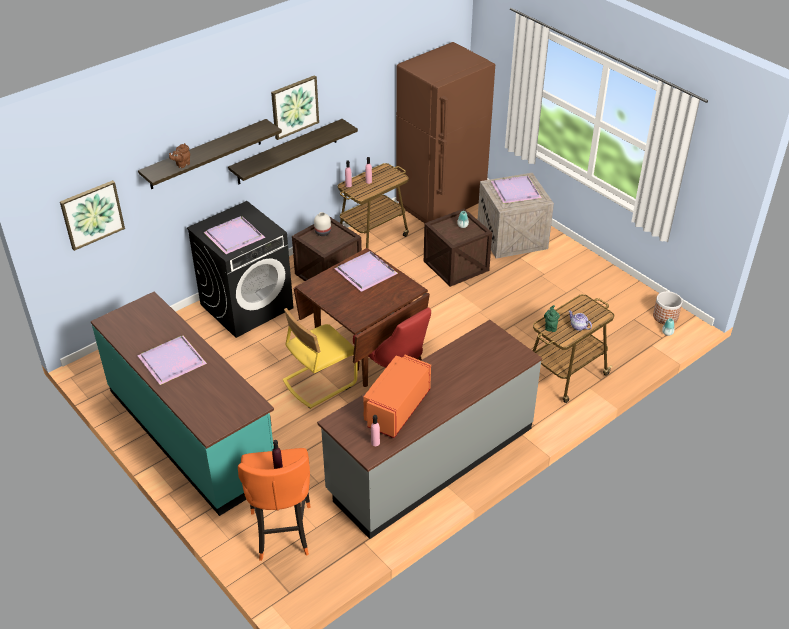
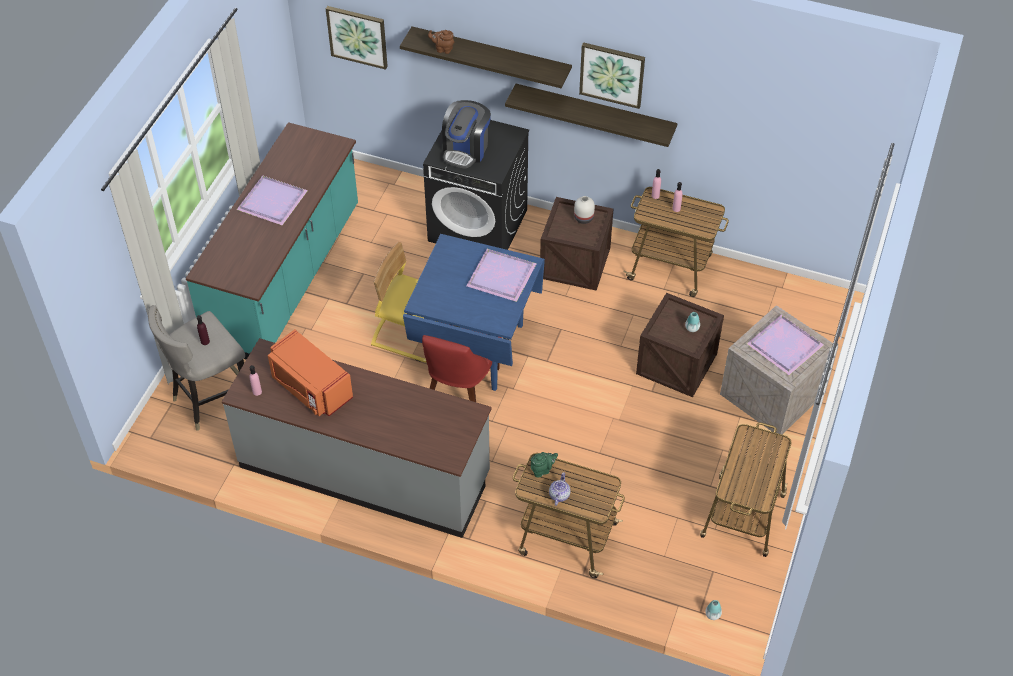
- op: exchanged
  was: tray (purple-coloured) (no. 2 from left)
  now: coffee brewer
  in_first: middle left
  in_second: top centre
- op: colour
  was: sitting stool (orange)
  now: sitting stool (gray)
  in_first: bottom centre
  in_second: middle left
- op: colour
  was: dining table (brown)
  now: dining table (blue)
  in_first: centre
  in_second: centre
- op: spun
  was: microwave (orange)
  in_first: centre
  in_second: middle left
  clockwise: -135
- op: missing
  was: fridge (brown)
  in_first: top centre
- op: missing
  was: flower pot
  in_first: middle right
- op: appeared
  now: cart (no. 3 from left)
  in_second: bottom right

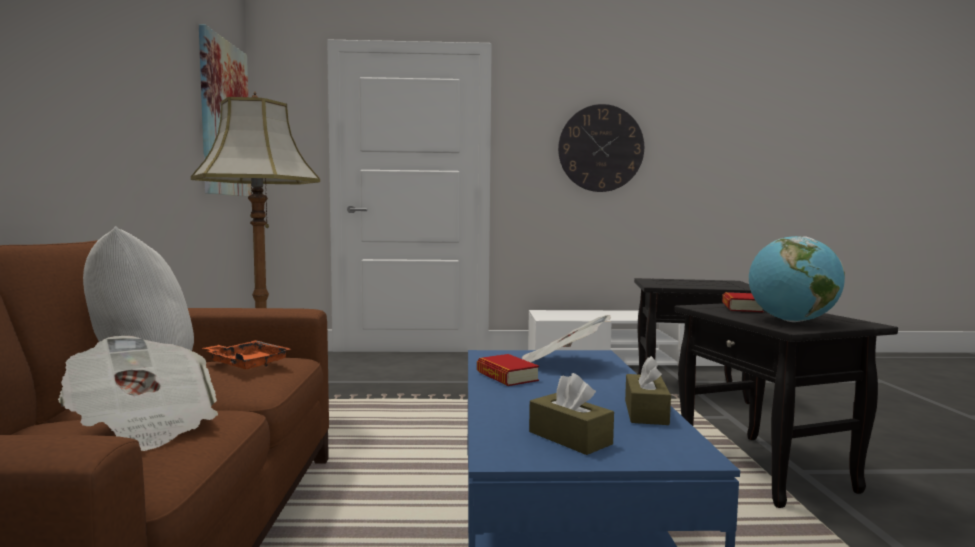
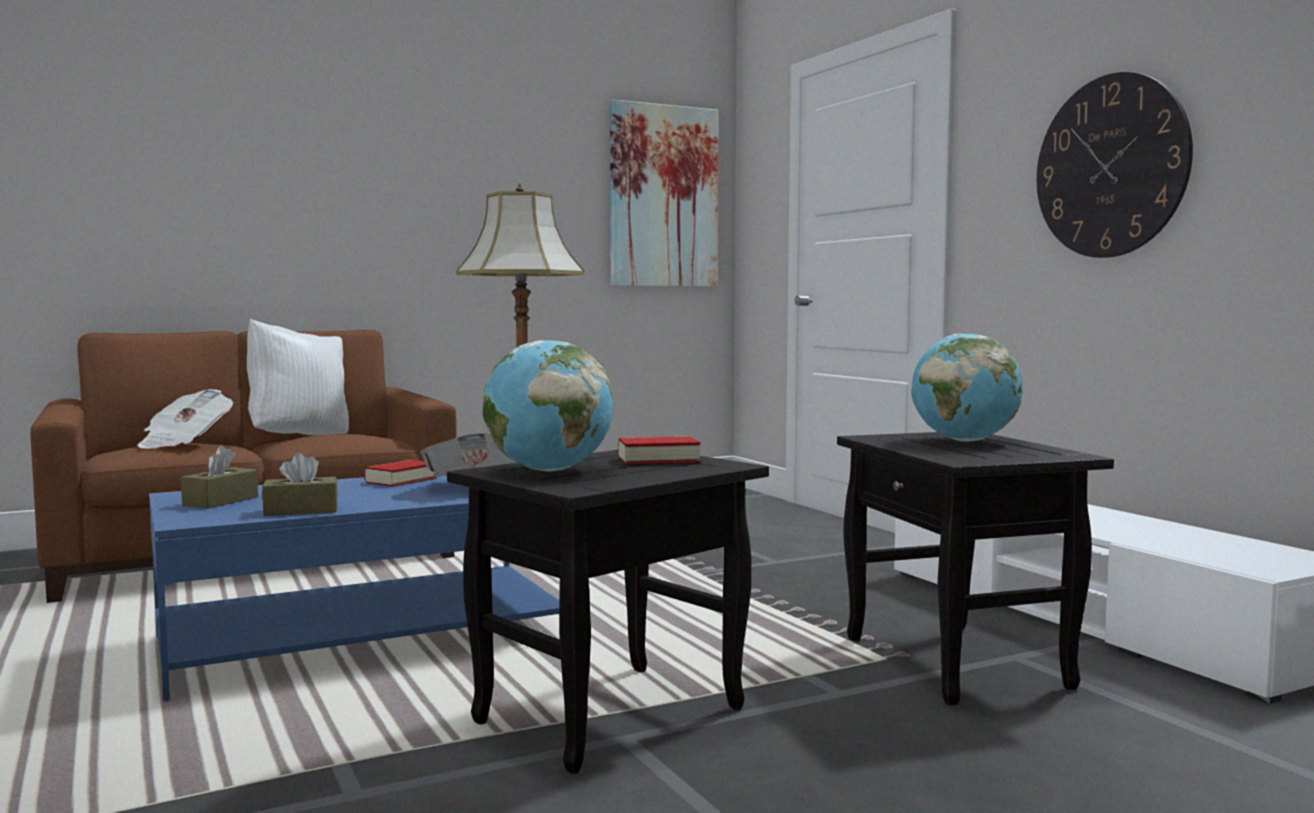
- op: missing
  was: tray (orange)
  in_first: middle left
- op: appeared
  now: globe (no. 2 from left)
  in_second: middle right

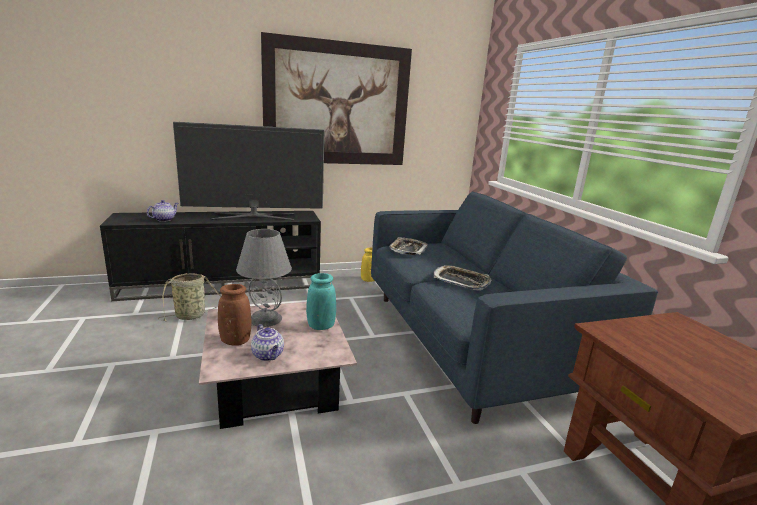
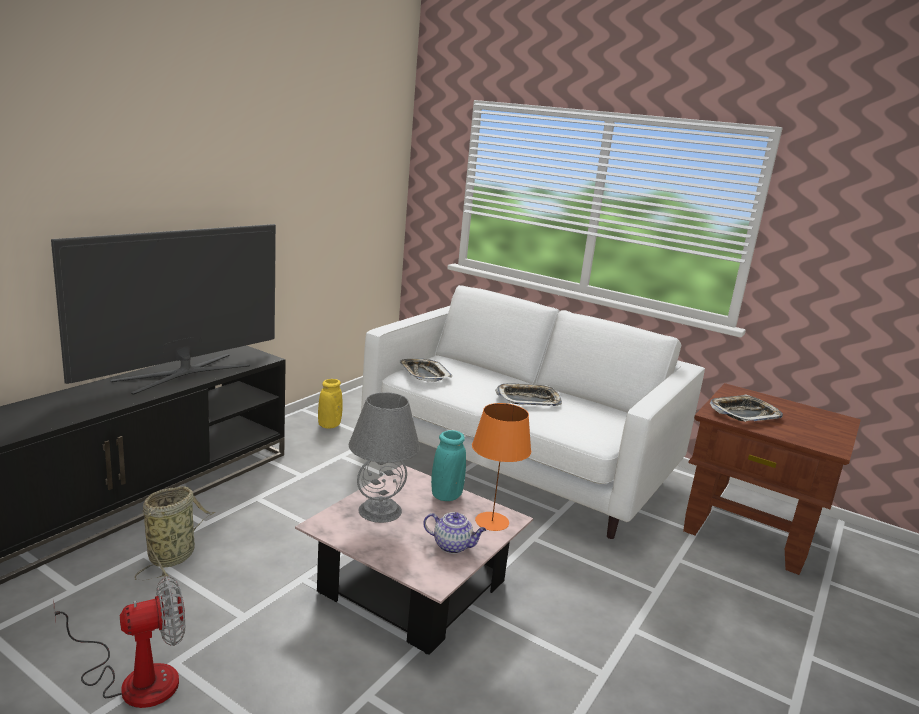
- op: missing
  was: pot for tea (no. 1 from left)
  in_first: middle left
- op: missing
  was: decorative vase (brown)
  in_first: middle left
- op: missing
  was: wall picture
  in_first: top centre
- op: colour
  was: settee (blue)
  now: settee (white-coloured)
  in_first: middle right
  in_second: centre
- op: appeared
  now: electric fan
  in_second: bottom left
- op: appeared
  now: table lamp (orange)
  in_second: centre
- op: appeared
  now: tray (no. 3 from left)
  in_second: middle right

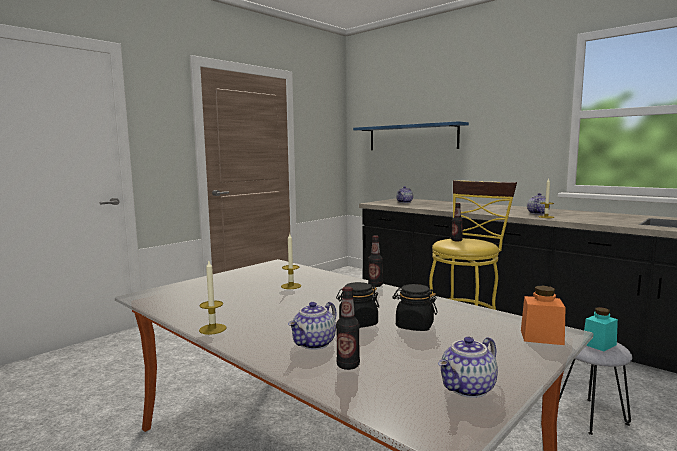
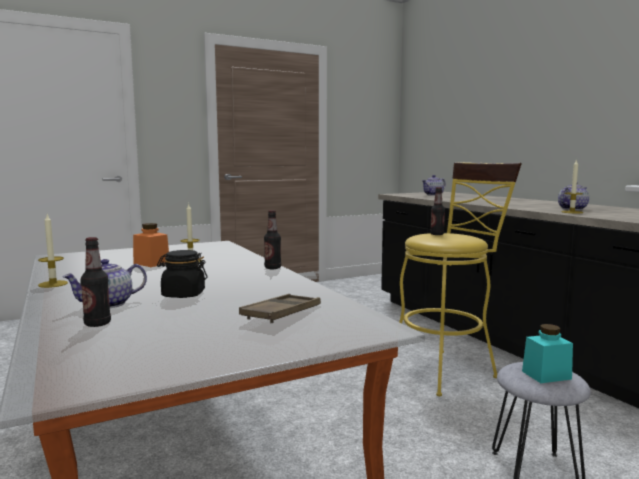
- op: missing
  was: shelf (blue)
  in_first: top centre
- op: missing
  was: jar (blackish) (no. 2 from left)
  in_first: bottom centre
- op: missing
  was: pot for tea (no. 3 from left)
  in_first: bottom right
- op: relocated
  was: jar (orange)
  in_first: bottom right
  in_second: middle left
- op: appeared
  now: tray (brown)
  in_second: centre

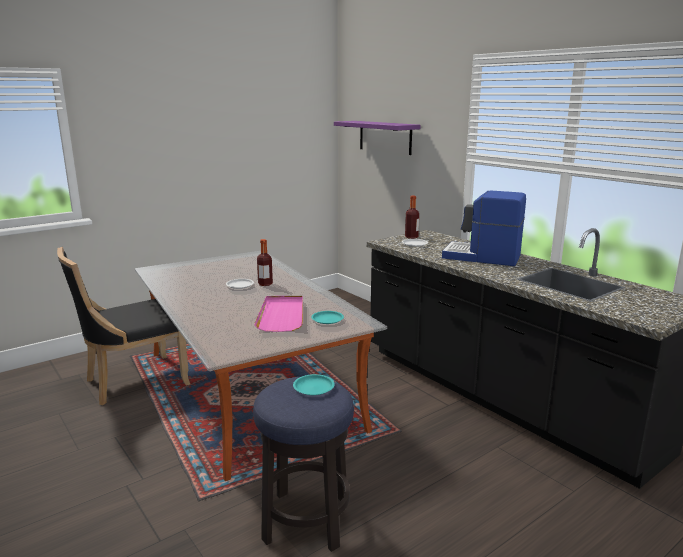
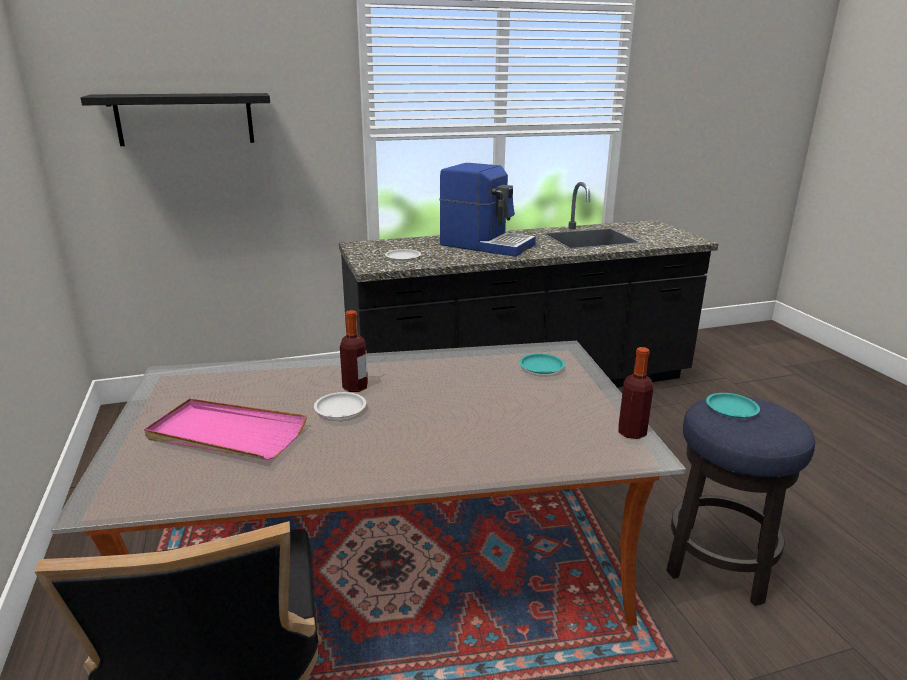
- op: relocated
  was: tray (pink-coloured)
  in_first: centre
  in_second: middle left
- op: colour
  was: shelf (purple-coloured)
  now: shelf (blackish)
  in_first: top centre
  in_second: top left
- op: relocated
  was: beverage bottle (no. 2 from left)
  in_first: centre
  in_second: middle right
- op: spun
  was: coffee brewer
  in_first: middle right
  in_second: top centre
  clockwise: -105

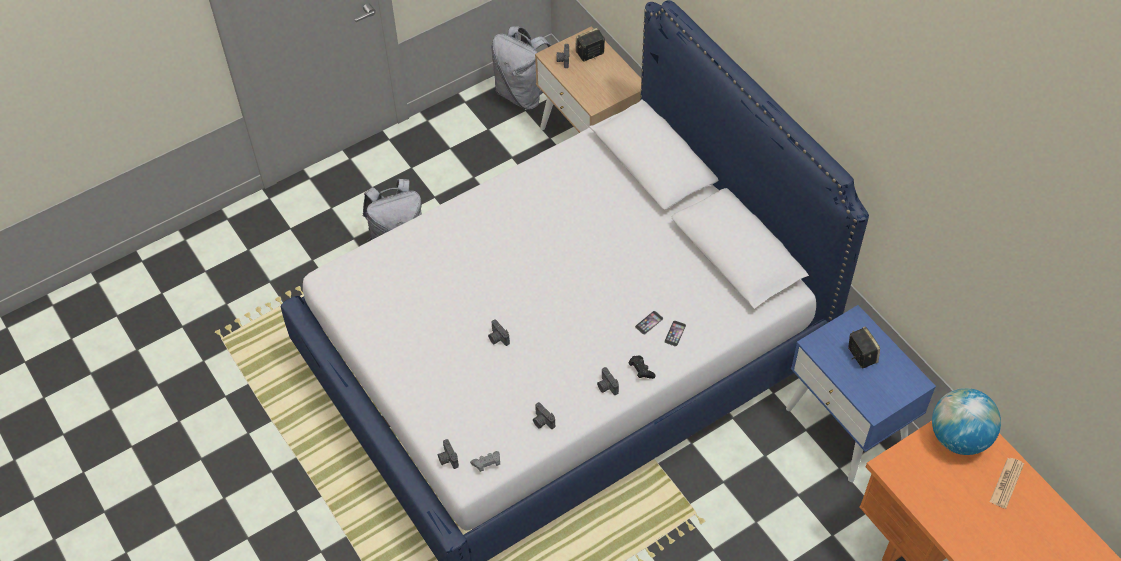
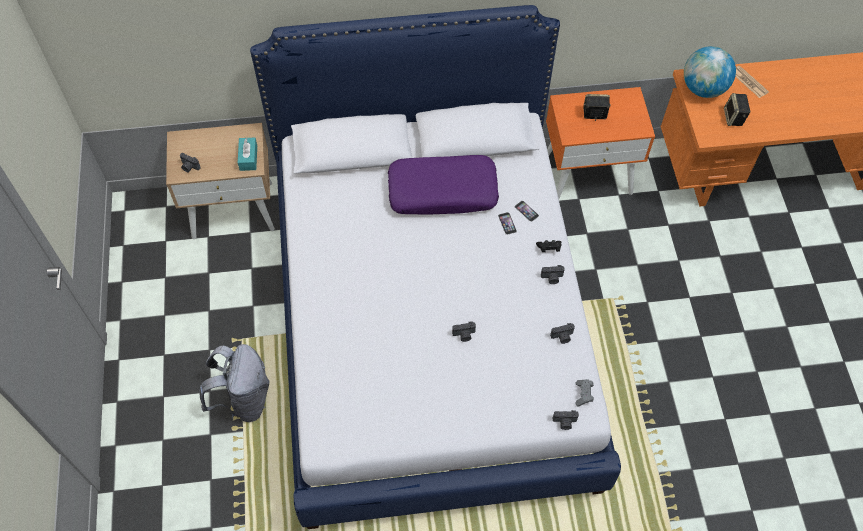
- op: missing
  was: rucksack (gray) (no. 2 from left)
  in_first: top centre
- op: relocated
  was: speaker (no. 1 from left in the first image)
  now: speaker (no. 2 from left)
  in_first: top centre
  in_second: top right
- op: colour
  was: night table (blue)
  now: night table (orange)
  in_first: bottom right
  in_second: top right
- op: appeared
  now: tissue holder (blue-green)
  in_second: top left
- op: appeared
  now: pillow (purple-coloured)
  in_second: centre

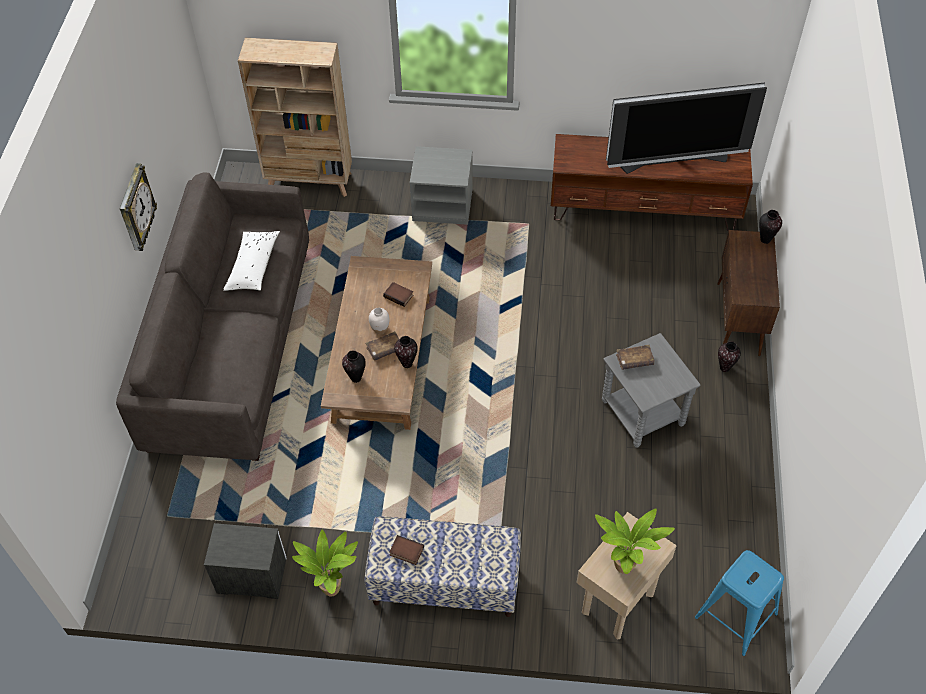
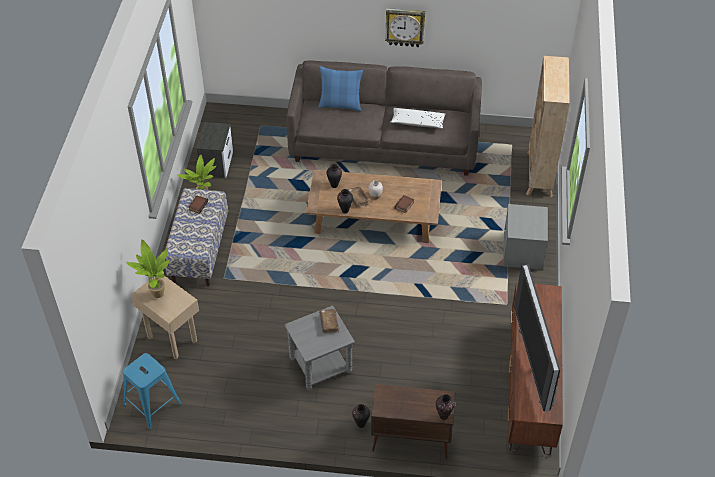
- op: appeared
  now: pillow (blue)
  in_second: top centre

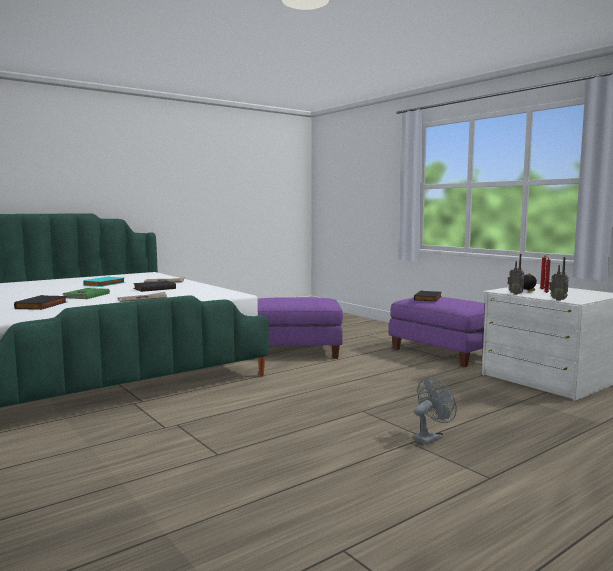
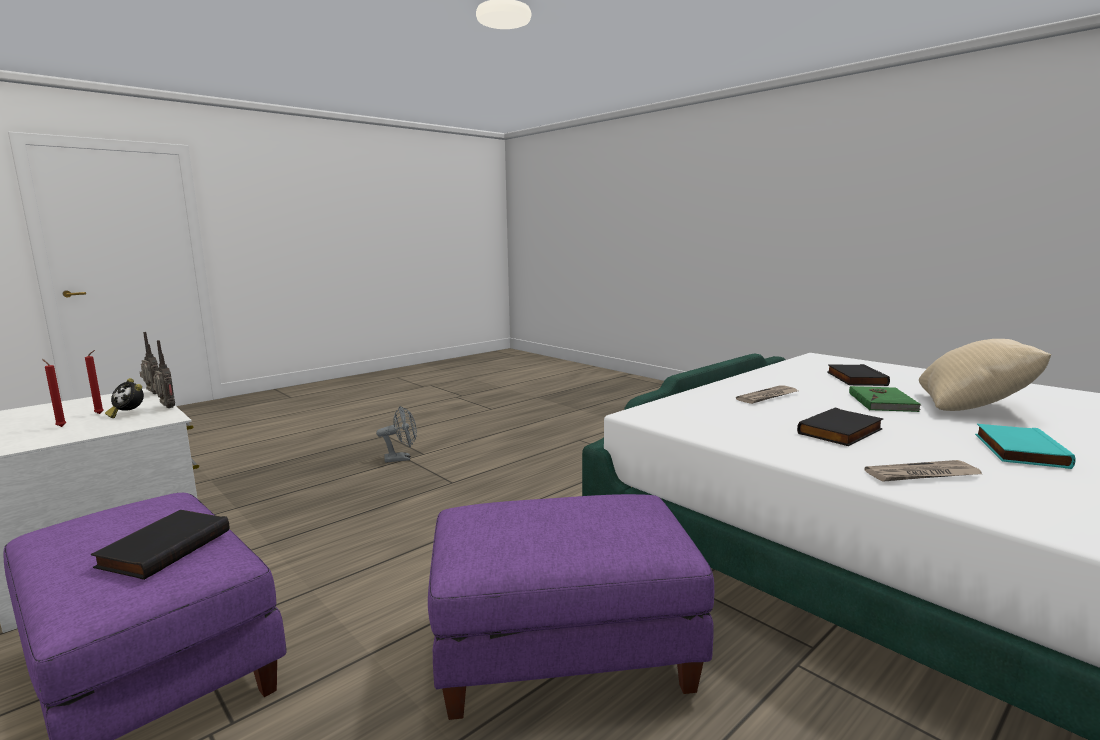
- op: spun
  was: electric fan (gray)
  in_first: bottom right
  in_second: centre
  clockwise: -150
- op: appeared
  now: pillow (beige-coloured)
  in_second: middle right

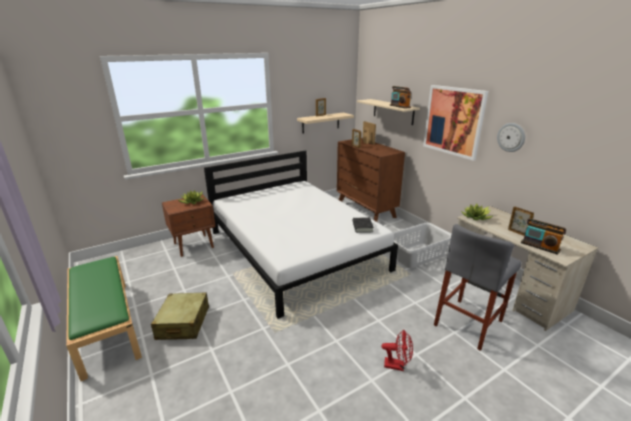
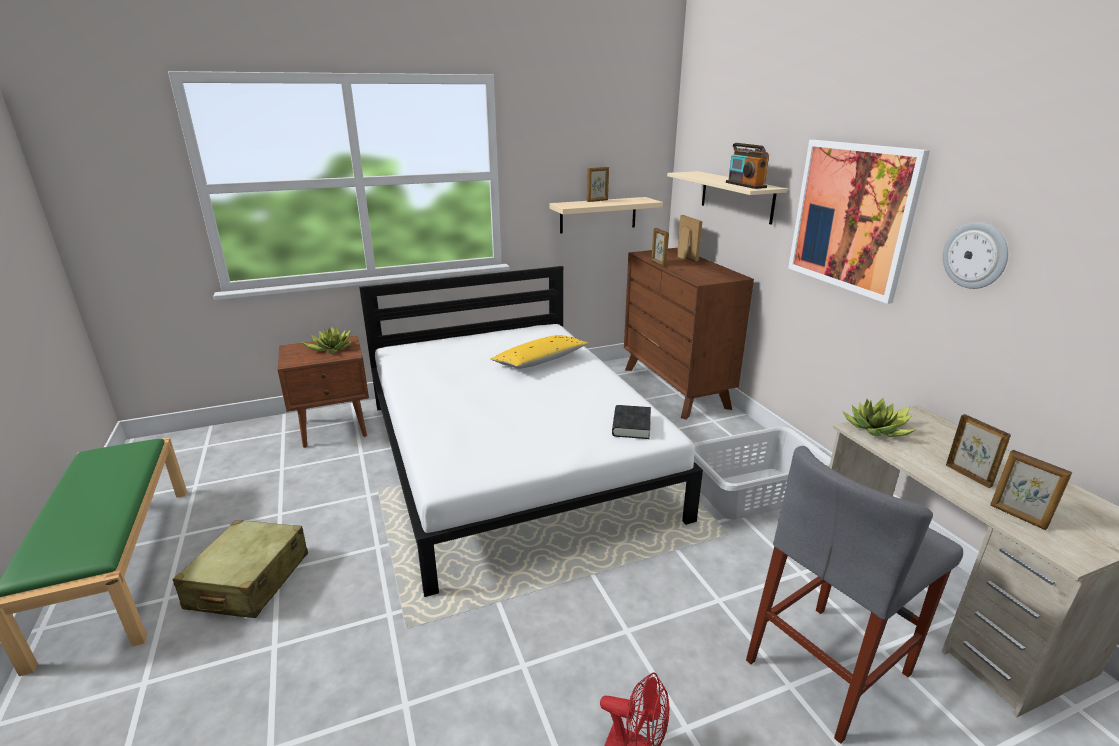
- op: exchanged
  was: radio (no. 2 from left)
  now: photo frame (no. 5 from left)
  in_first: middle right
  in_second: middle right
- op: appeared
  now: pillow (yellow-coloured)
  in_second: centre

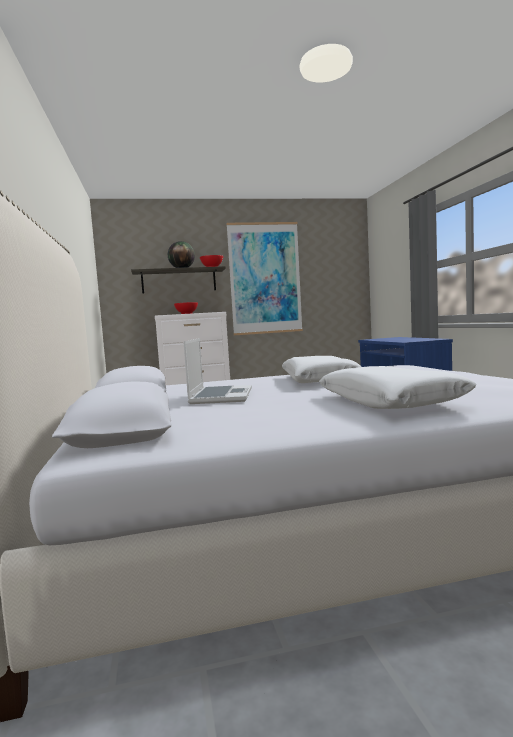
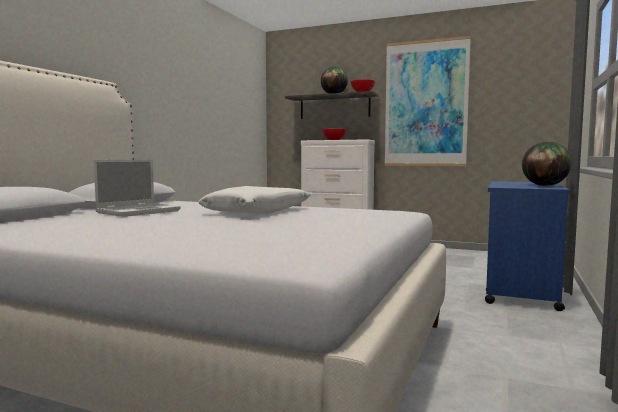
- op: missing
  was: pillow (white-coloured) (no. 2 from left)
  in_first: middle right
- op: appeared
  now: globe (no. 2 from left)
  in_second: middle right

